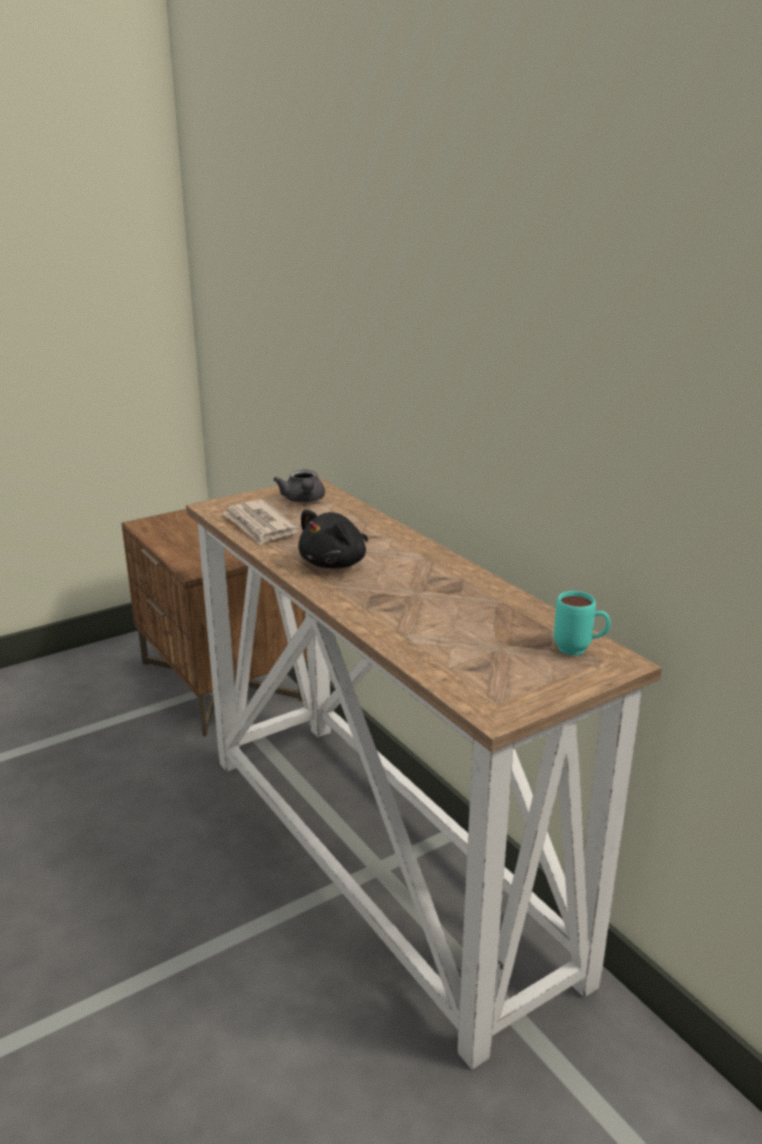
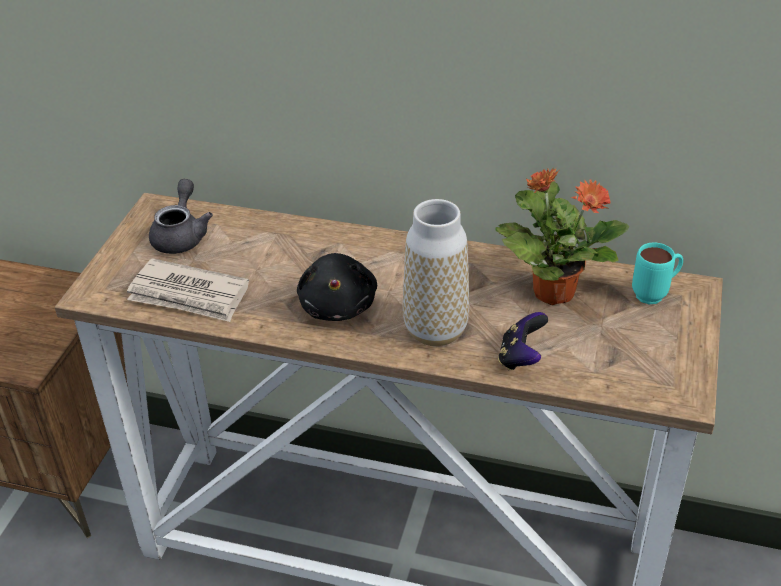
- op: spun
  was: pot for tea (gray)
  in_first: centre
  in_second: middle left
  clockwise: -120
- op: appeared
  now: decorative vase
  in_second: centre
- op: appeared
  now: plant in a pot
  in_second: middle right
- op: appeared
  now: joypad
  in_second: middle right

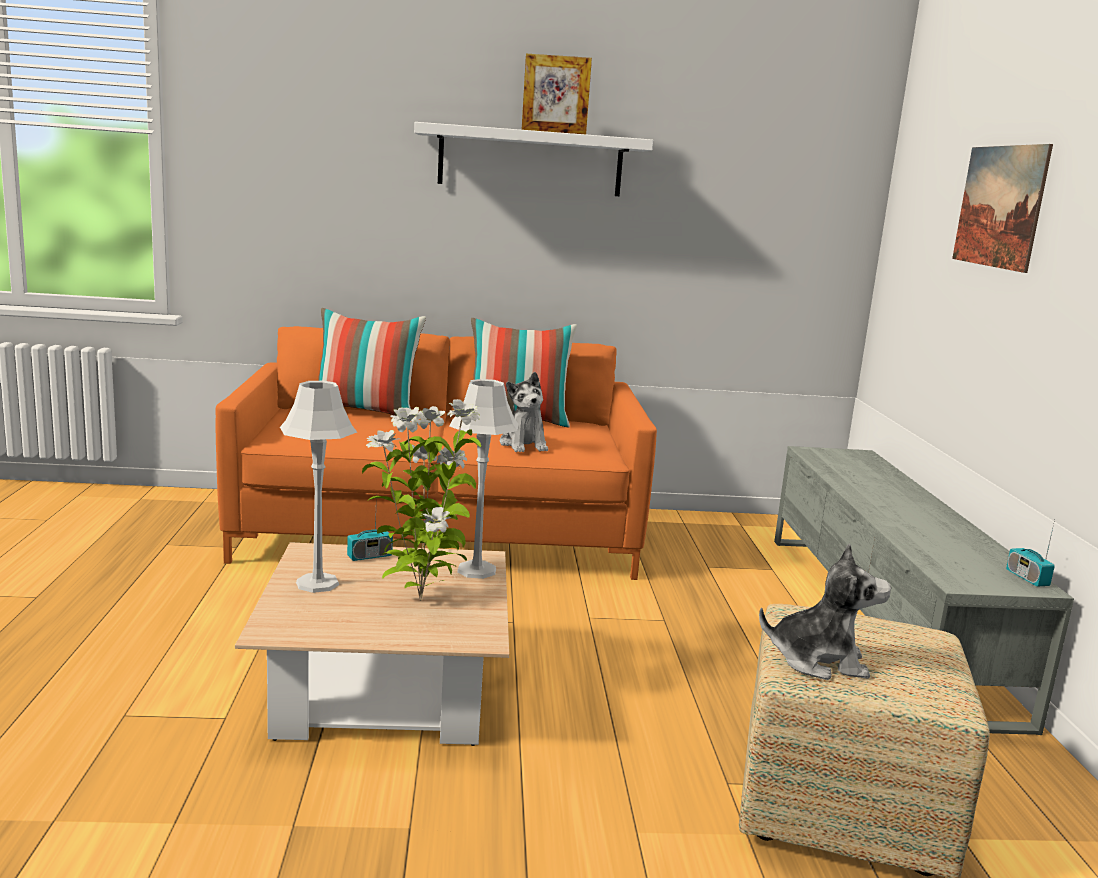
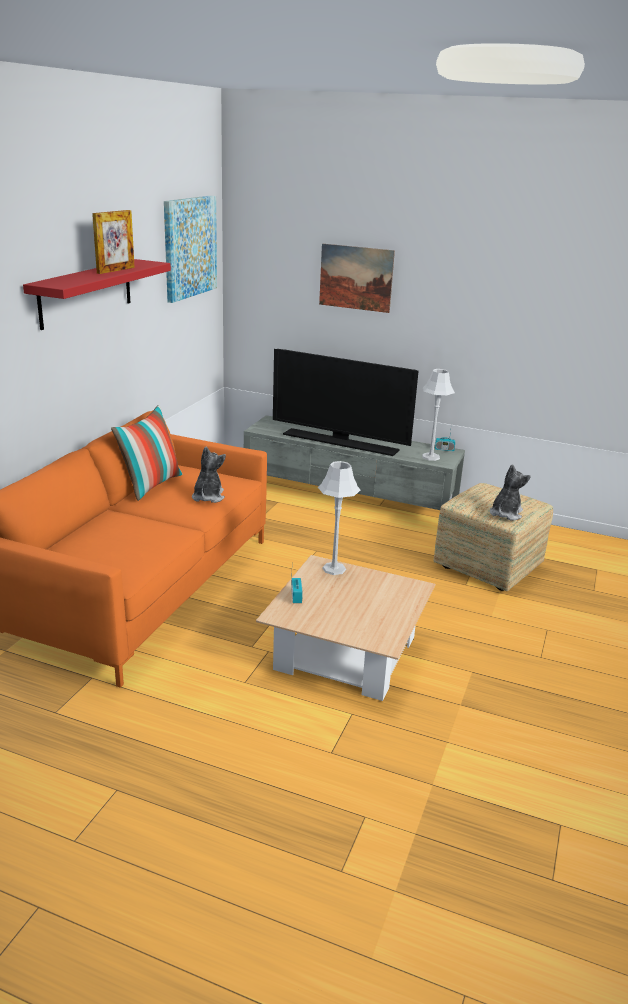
- op: relocated
  was: table lamp (gray) (no. 1 from left in the first image)
  now: table lamp (gray) (no. 2 from left)
  in_first: middle left
  in_second: middle right
- op: missing
  was: pillow (no. 1 from left)
  in_first: centre
- op: missing
  was: plant in a pot
  in_first: centre
- op: colour
  was: shelf (white-coloured)
  now: shelf (red-coloured)
  in_first: top centre
  in_second: top left
- op: spun
  was: soft toy (no. 1 from left)
  in_first: centre
  in_second: middle left
  clockwise: -90
- op: appeared
  now: wall picture (no. 1 from left)
  in_second: top left
- op: appeared
  now: TV
  in_second: centre

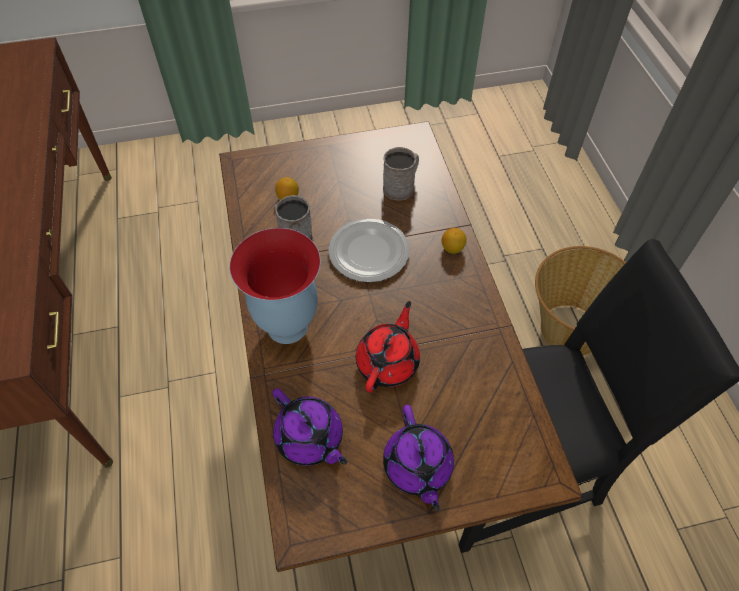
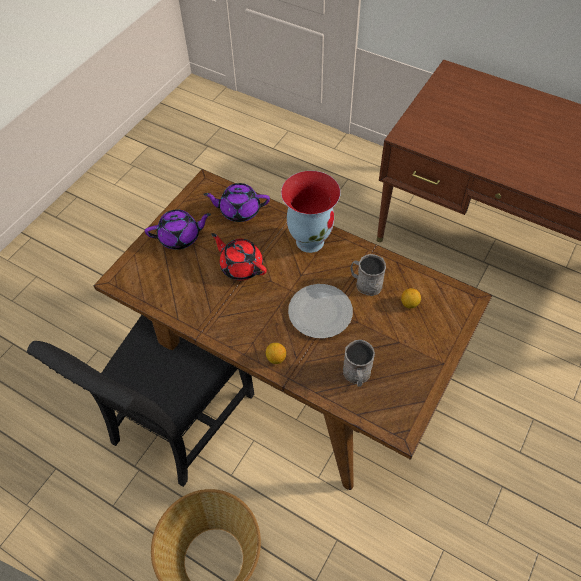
- op: spun
  was: pot for tea (red-coloured)
  in_first: centre
  in_second: centre
  clockwise: 150
- op: spun
  was: pot for tea (purple-coloured) (no. 2 from left in the first image)
  in_first: bottom centre
  in_second: middle left
  clockwise: 135

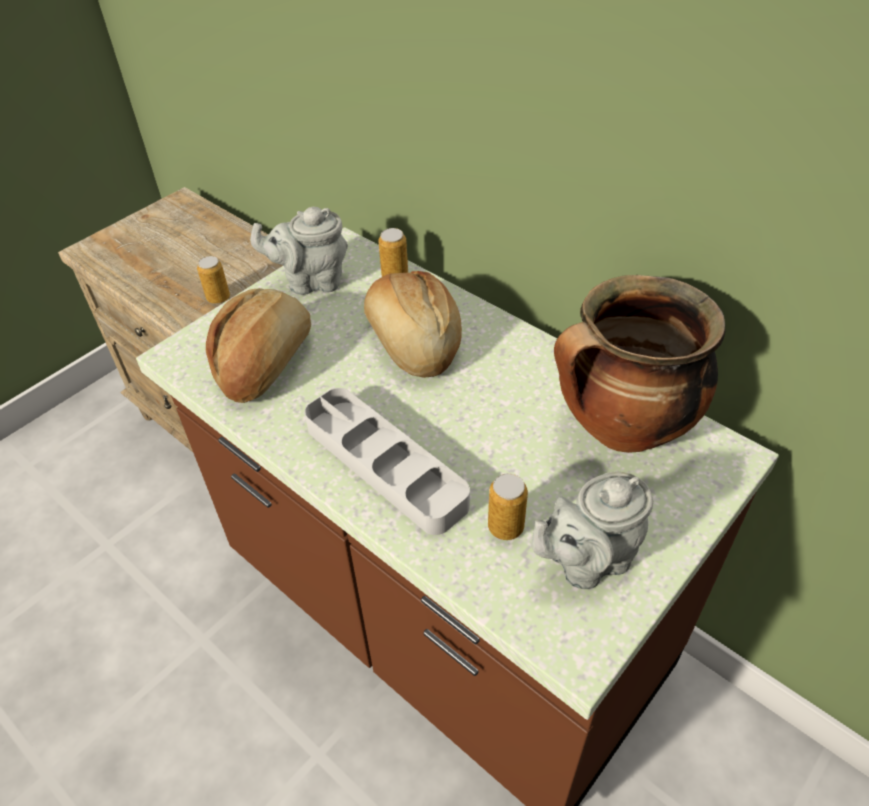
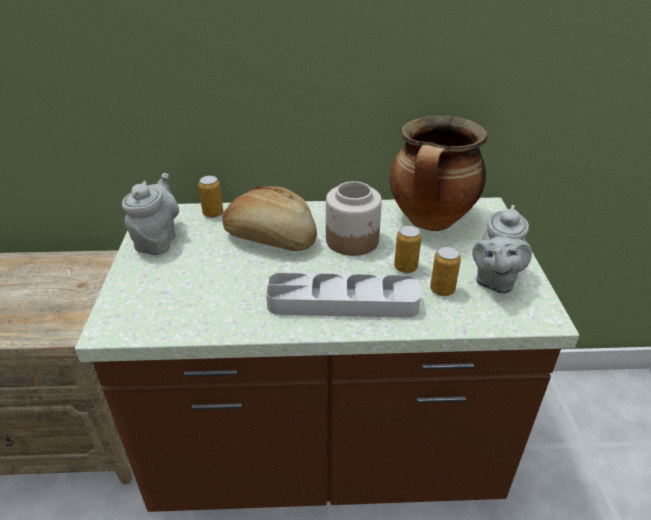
- op: relocated
  was: sealed can (no. 1 from left in the first image)
  now: sealed can (no. 2 from left)
  in_first: middle left
  in_second: centre
- op: missing
  was: bread (no. 1 from left)
  in_first: middle left
- op: spun
  was: pot for tea (gray) (no. 1 from left)
  in_first: top centre
  in_second: middle left
  clockwise: 150
- op: appeared
  now: jar
  in_second: centre

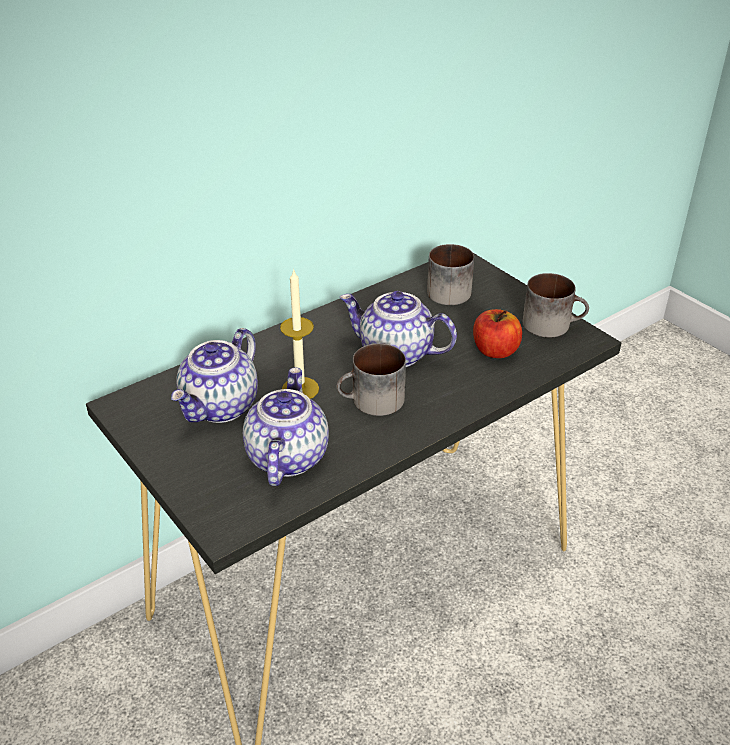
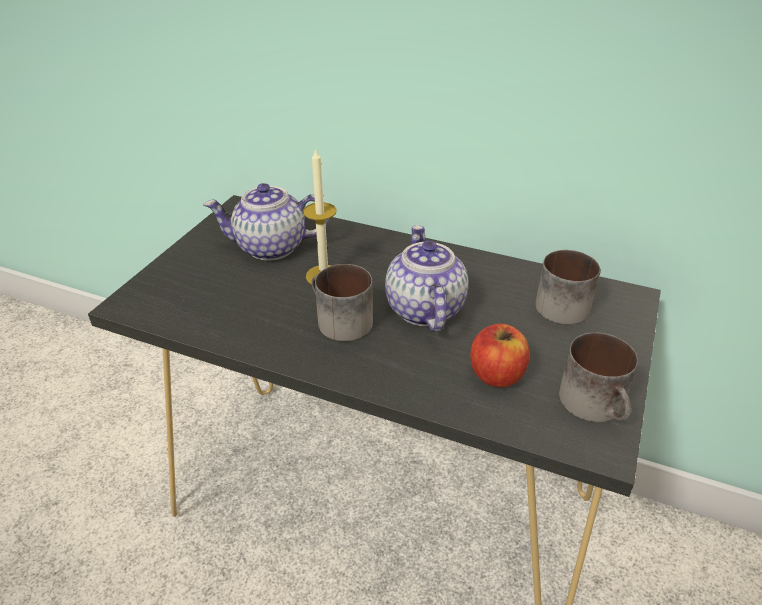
- op: missing
  was: pot for tea (no. 2 from left)
  in_first: centre

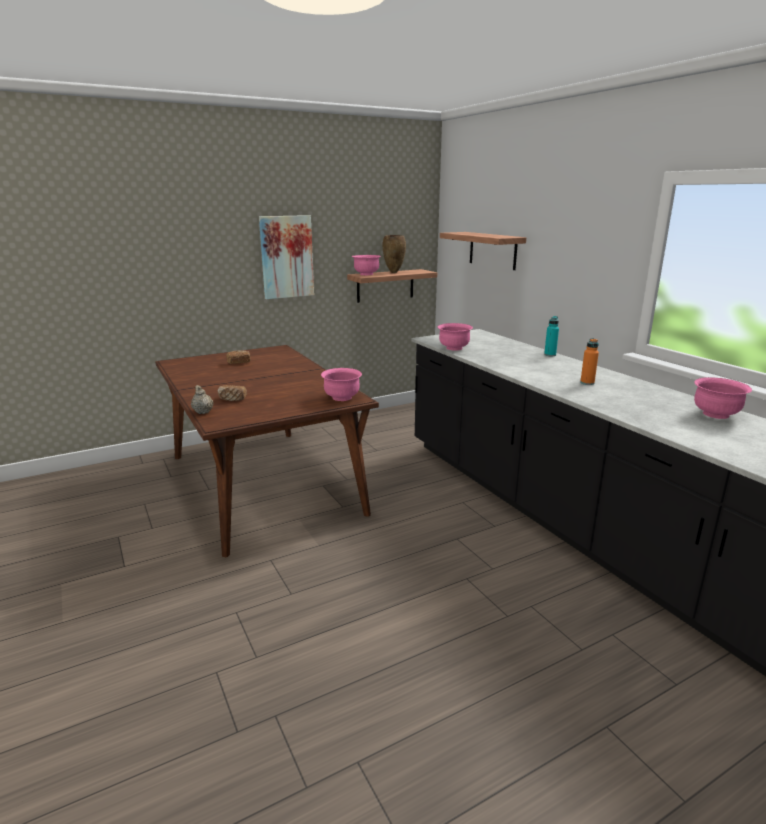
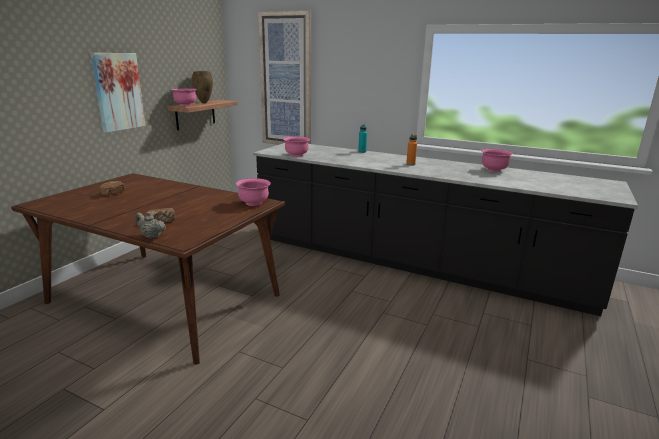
- op: exchanged
  was: shelf (no. 2 from left)
  now: wall picture (no. 2 from left)
  in_first: top centre
  in_second: top centre

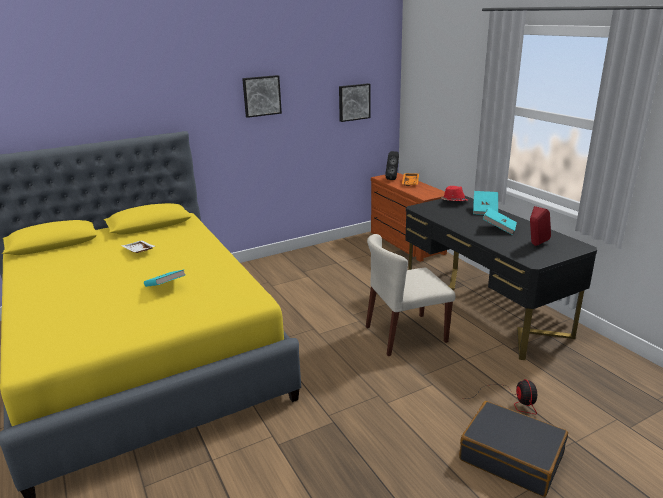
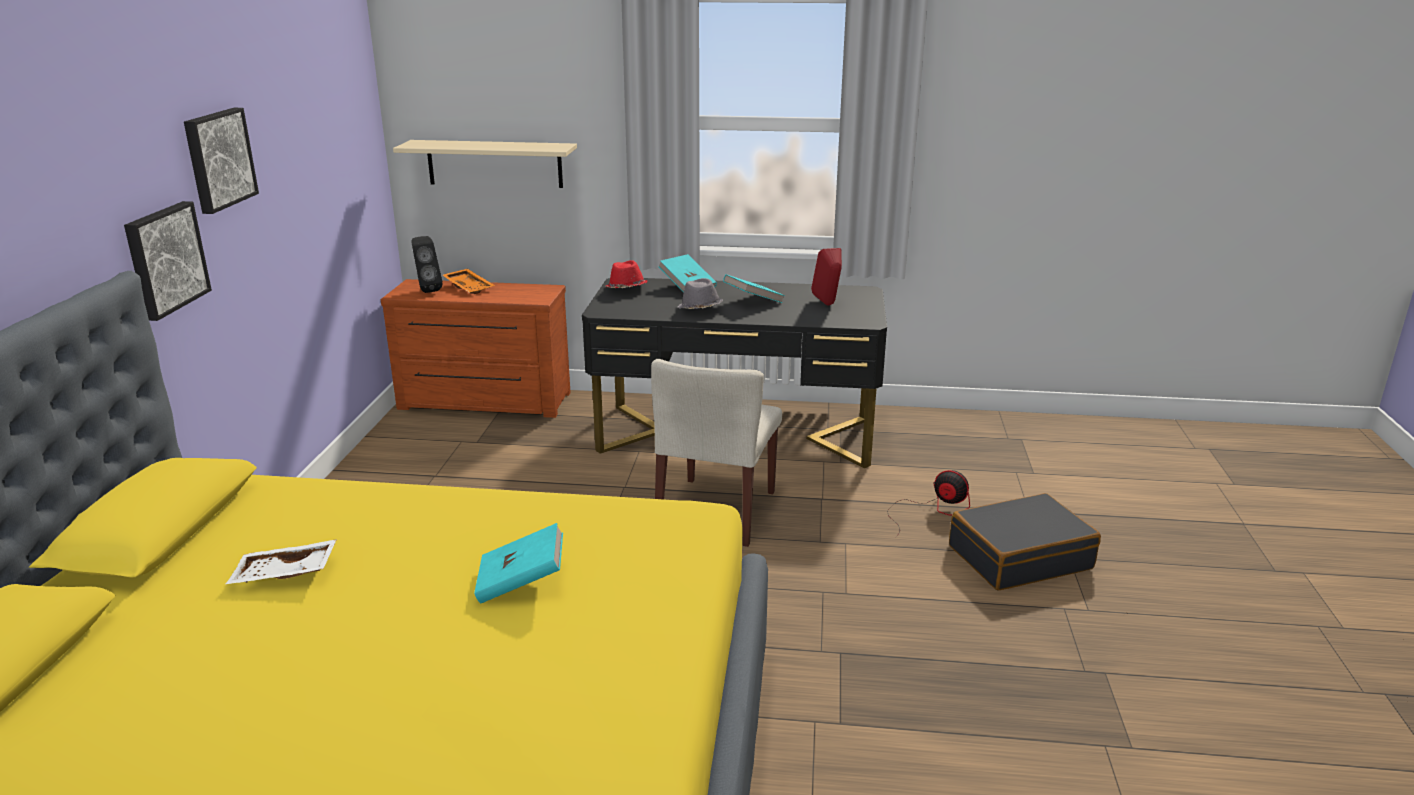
- op: relocated
  was: wall picture (no. 2 from left in the first image)
  now: wall picture (no. 1 from left)
  in_first: top centre
  in_second: top left
- op: appeared
  now: shelf (beige-coloured)
  in_second: top centre
- op: appeared
  now: clothing hat (gray)
  in_second: centre

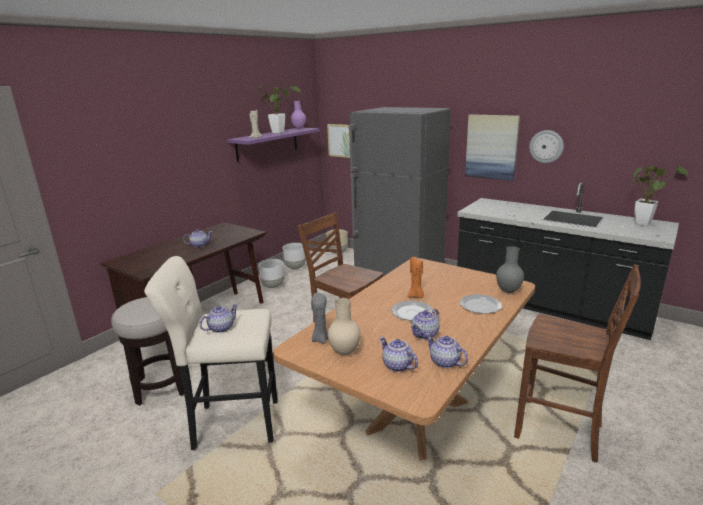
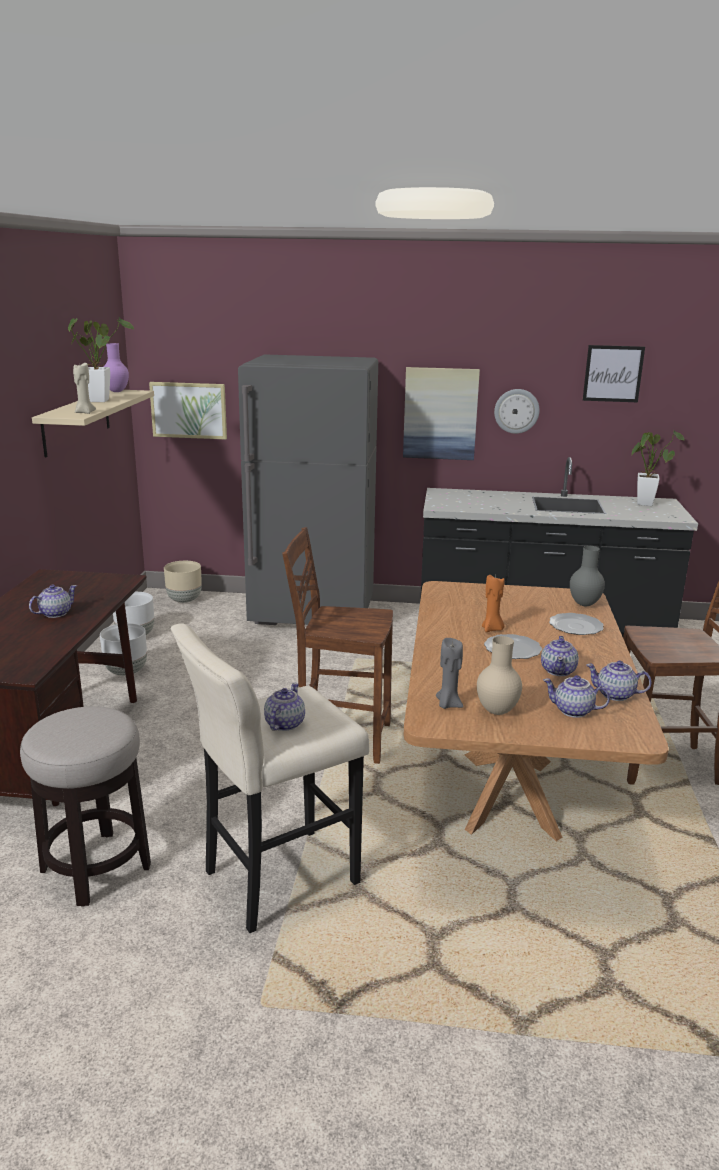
- op: colour
  was: shelf (purple-coloured)
  now: shelf (beige-coloured)
  in_first: top centre
  in_second: middle left
- op: appeared
  now: wall picture (no. 3 from left)
  in_second: top right

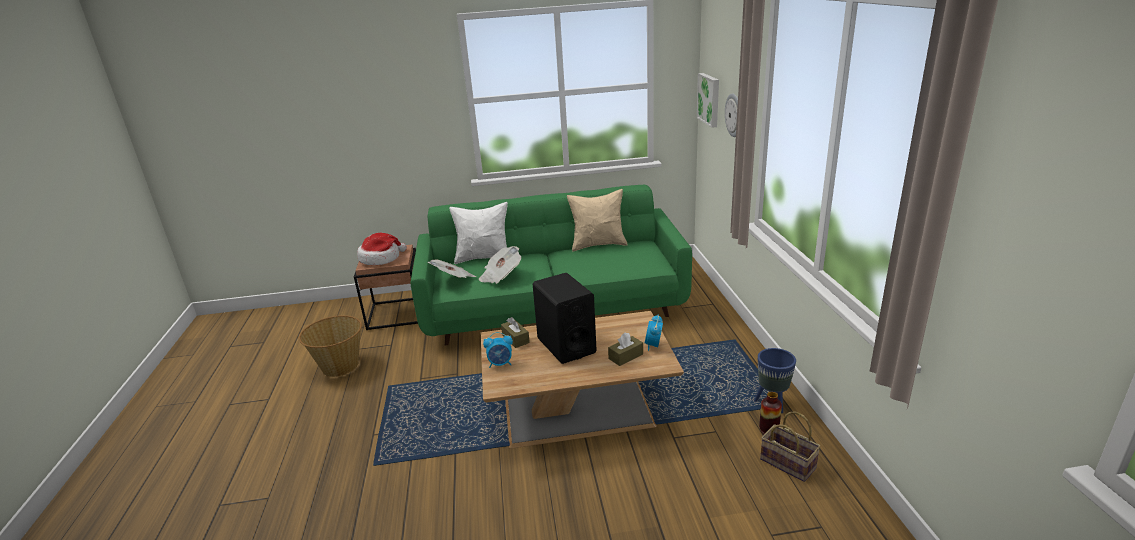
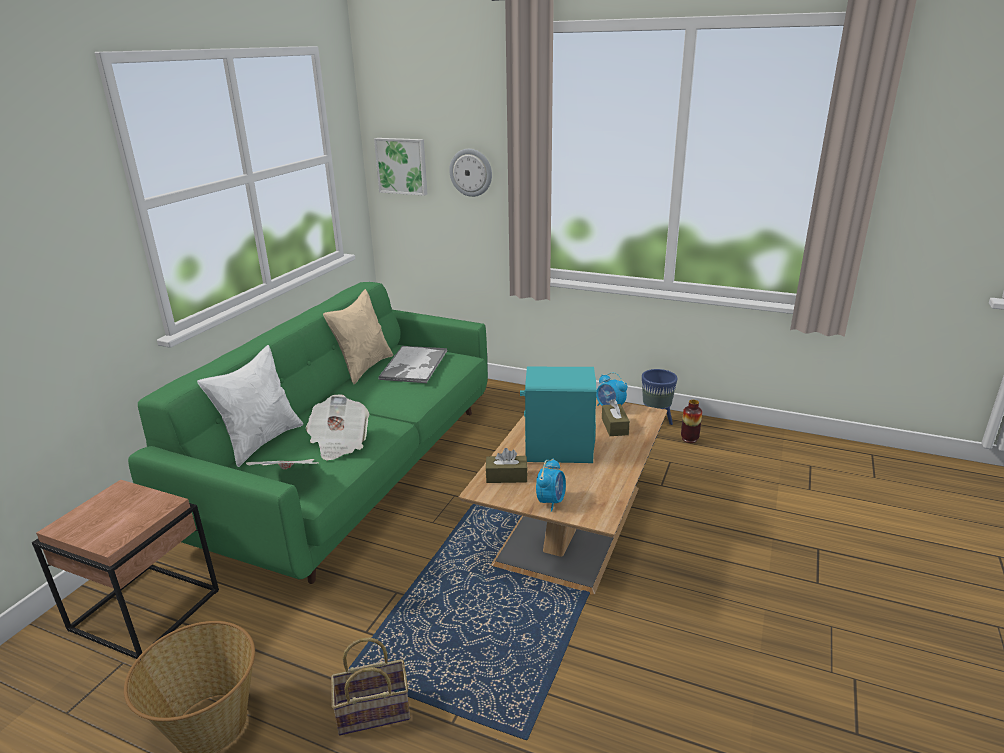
- op: missing
  was: clothing hat
  in_first: centre
- op: colour
  was: speaker (blackish)
  now: speaker (blue-green)
  in_first: centre
  in_second: centre
- op: relocated
  was: storage basket (no. 2 from left)
  in_first: bottom right
  in_second: bottom centre
- op: appeared
  now: tray
  in_second: centre

